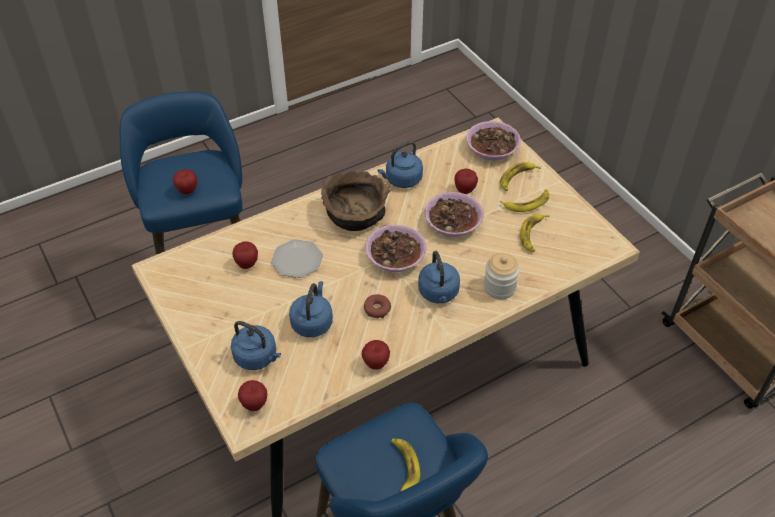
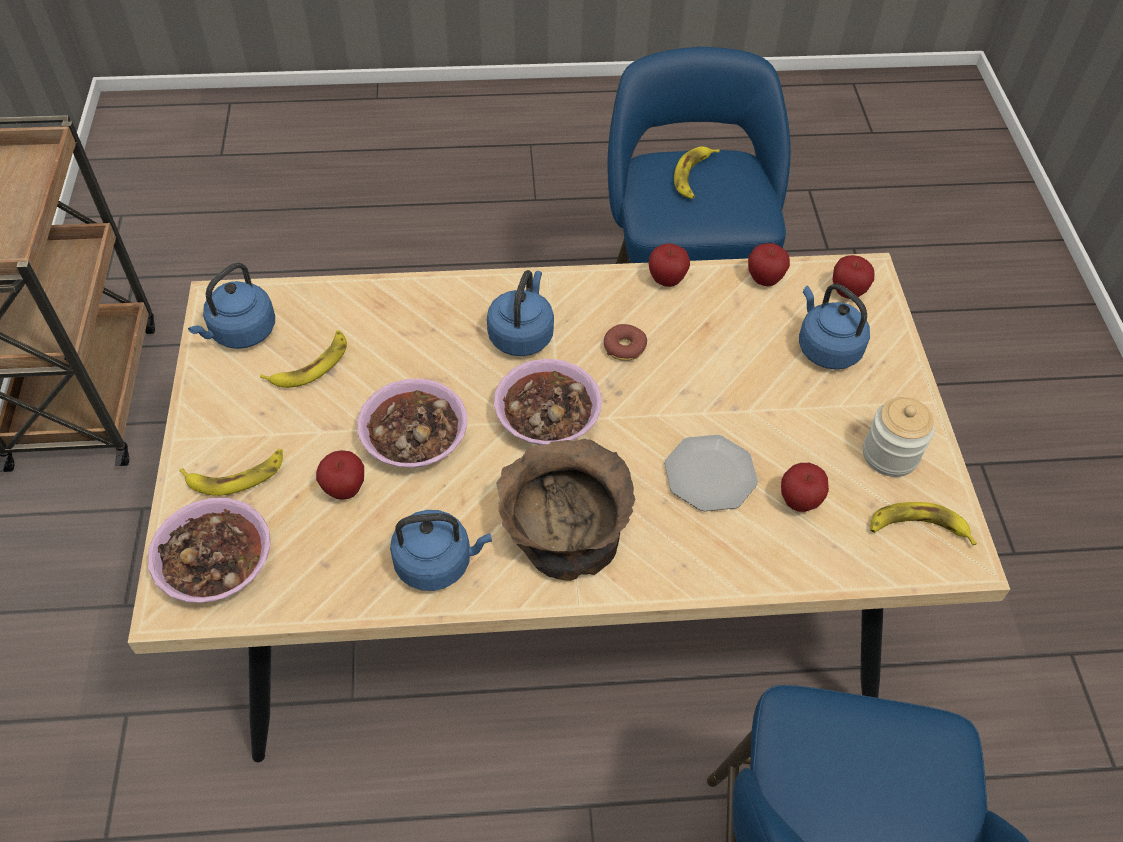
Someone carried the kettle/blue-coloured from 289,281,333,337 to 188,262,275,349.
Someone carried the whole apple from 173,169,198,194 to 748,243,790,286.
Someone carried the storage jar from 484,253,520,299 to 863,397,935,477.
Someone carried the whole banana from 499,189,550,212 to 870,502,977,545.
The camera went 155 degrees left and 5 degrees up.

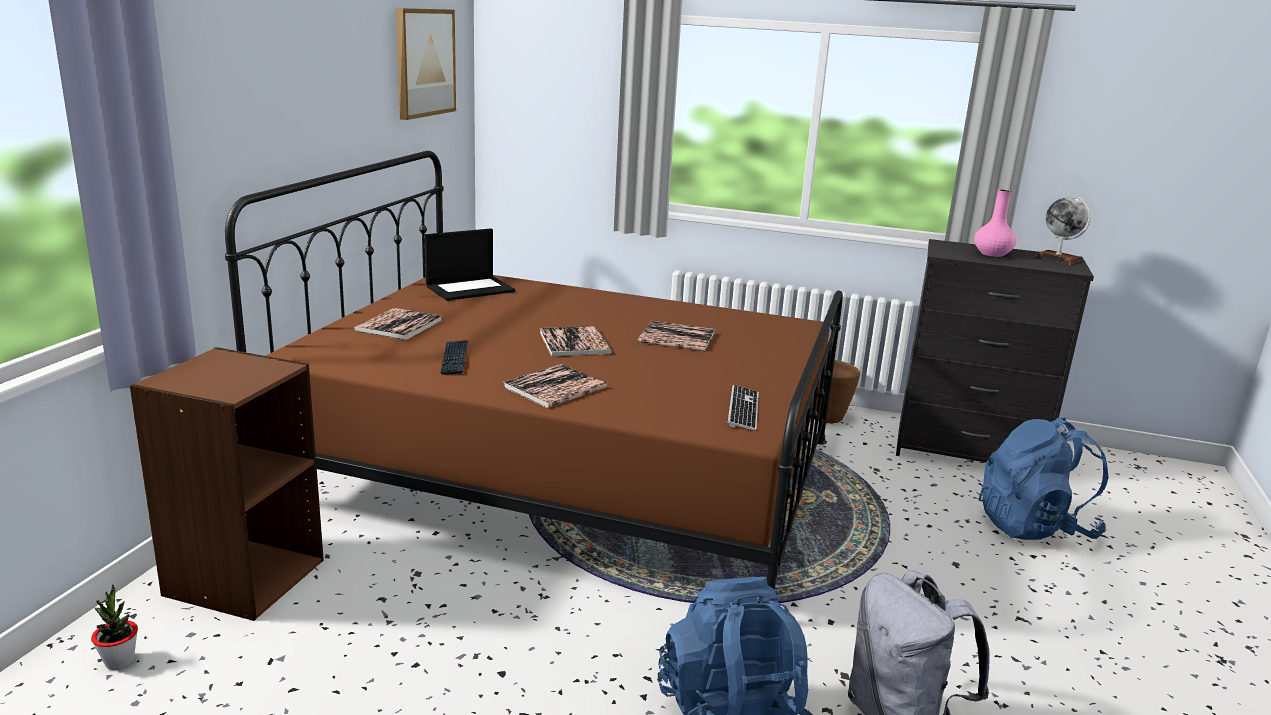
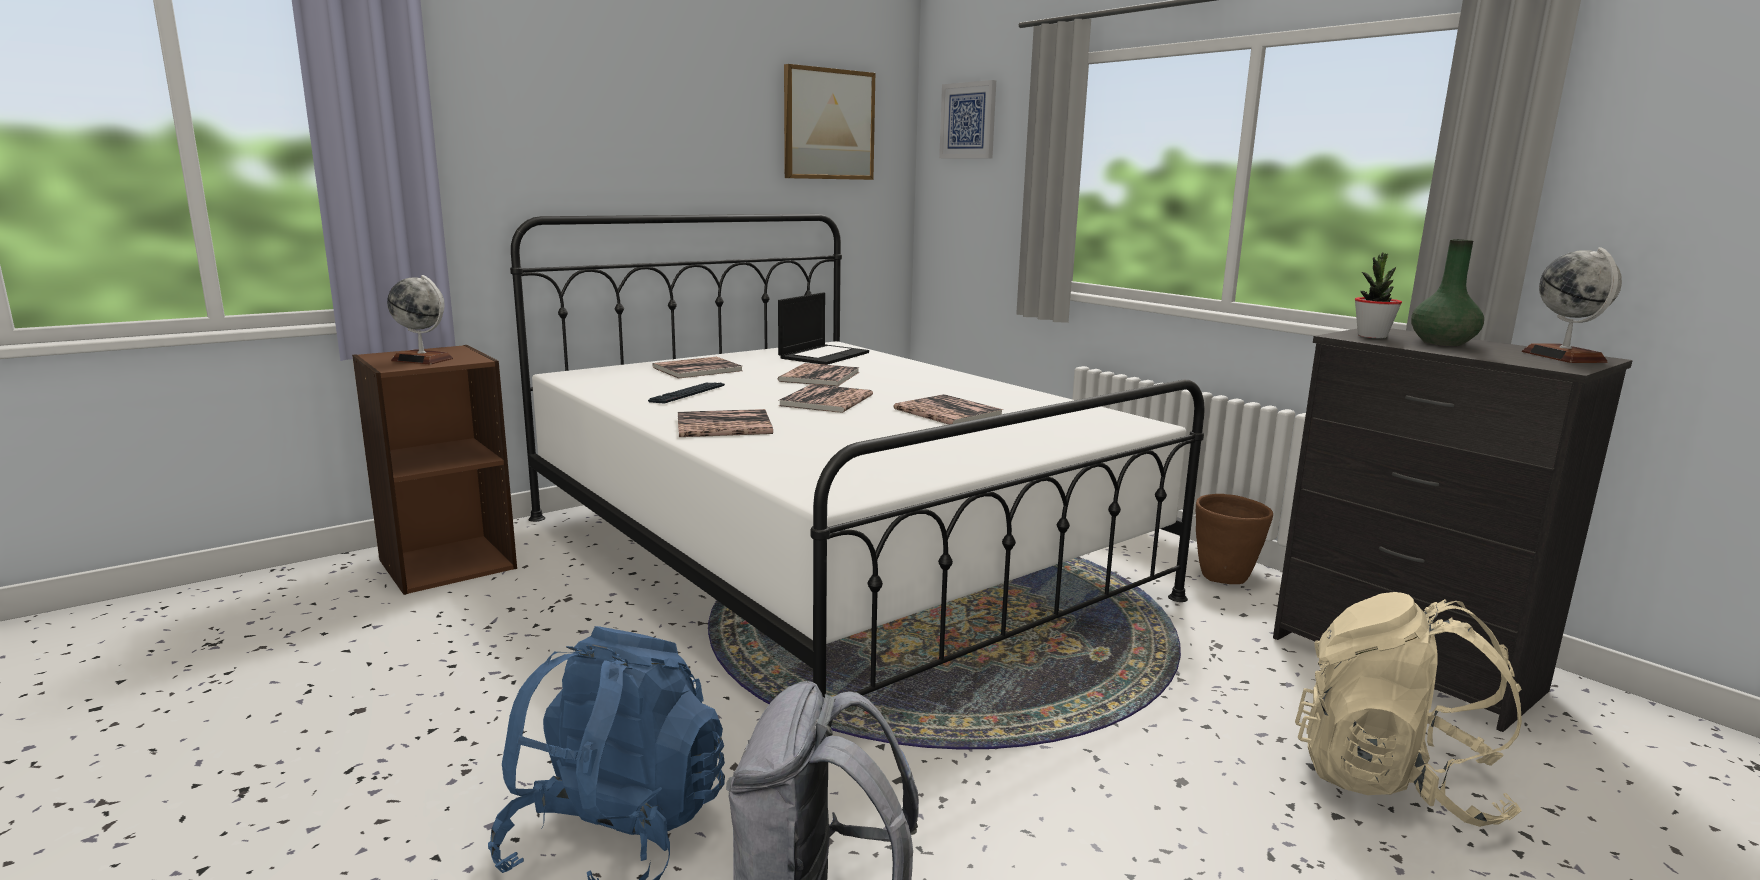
Someone put down the globe at 387,275,453,365.
Someone repainted the sleeping bed/brownish at 225,151,843,590, which became the sleeping bed/white at 510,214,1205,698.
Someone rotated the notebook computer at 425,228,515,301 by 60 degrees counterclockwise.
Someone put down the bound book at 778,363,860,386.
Someone put up the picture at 939,80,996,158.
Someone repainted the backpack/blue-coloured at 978,417,1109,540, which became the backpack/beige at 1295,592,1522,827.
Someone carried the plant in a pot from 91,584,138,670 to 1355,252,1402,338.
Someone repainted the decorative vase/pinkish at 974,189,1016,257, which became the decorative vase/green at 1411,239,1484,346.
Someone took away the computer keyboard at 728,385,759,431.
The camera went 35 degrees right and 5 degrees down.

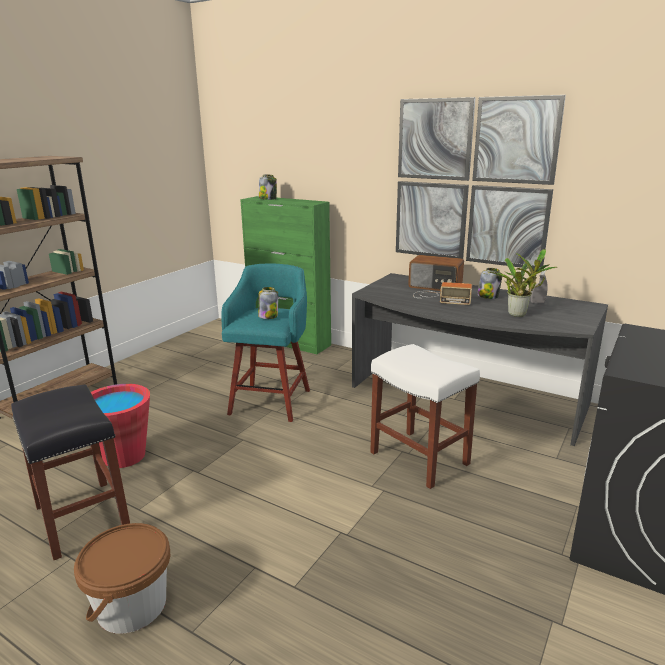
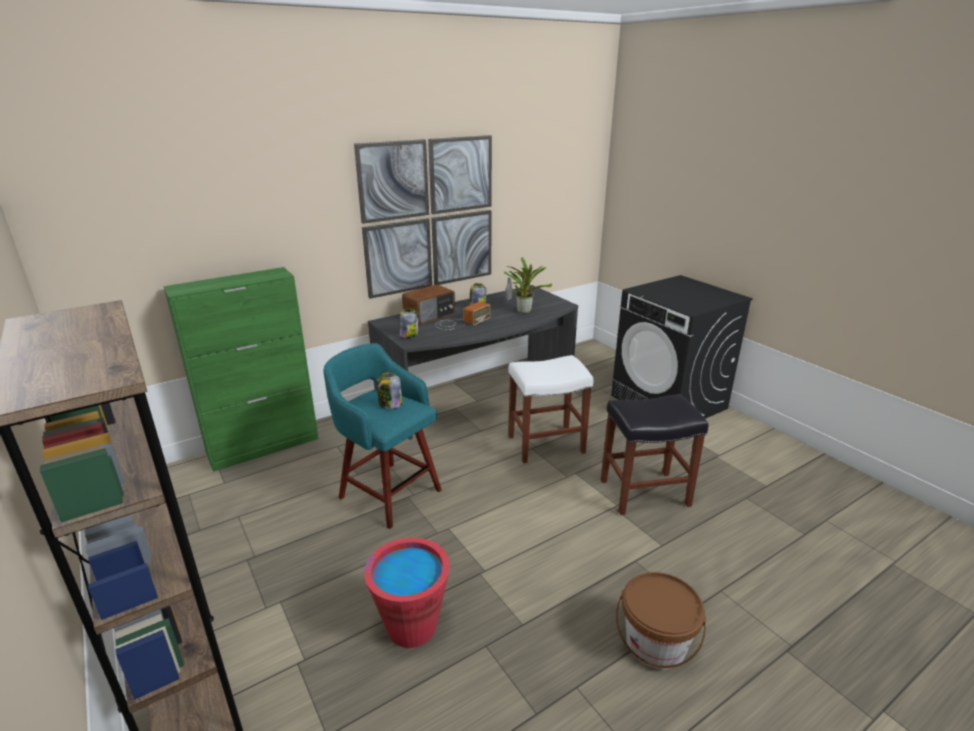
Someone carried the storage jar from 259,174,277,200 to 399,308,418,338.
Someone carried the stool seat/blackish from 11,384,130,560 to 601,394,708,515.
The camera went 65 degrees left and 5 degrees up.

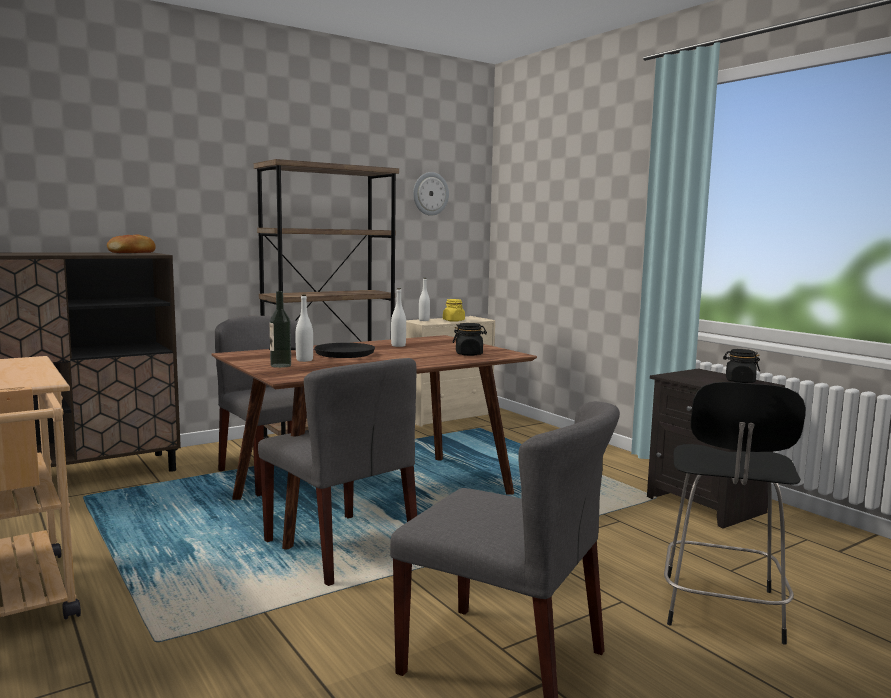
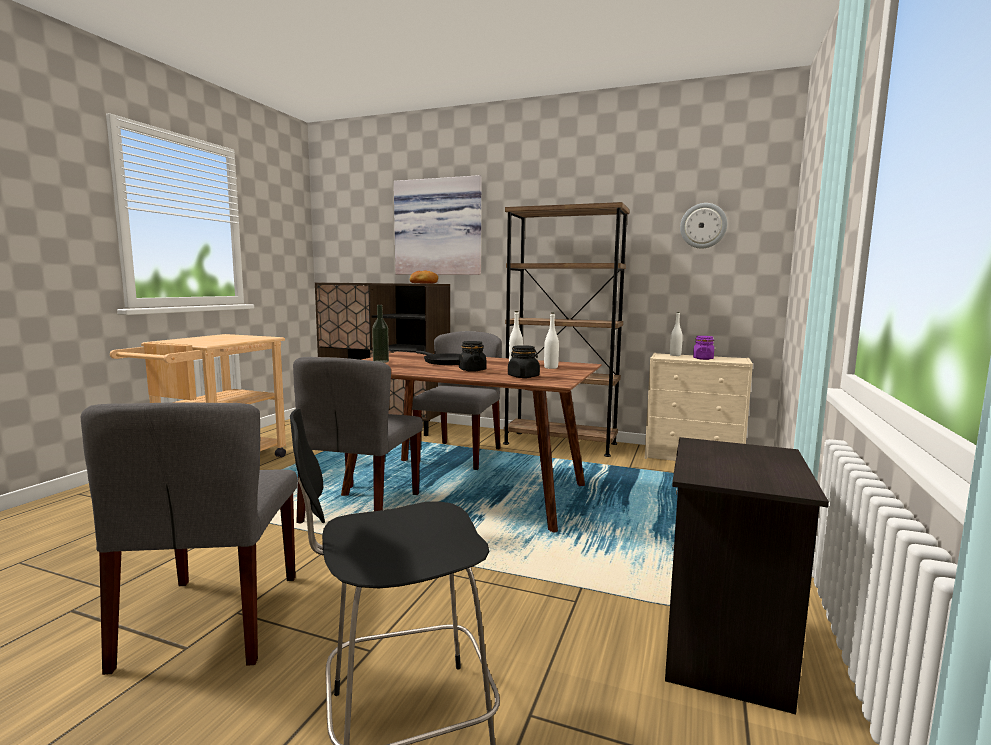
Someone put up the picture at 394,175,481,275.
Someone carried the storage jar/blackish from 723,349,760,383 to 459,341,486,372.
Someone carried the drink bottle/white from 295,295,313,362 to 544,313,559,369.
Someone repainted the storage jar/yellow-coloured at 443,299,465,322, which became the storage jar/purple-coloured at 693,336,714,360.
The camera went 55 degrees right and 0 degrees up.

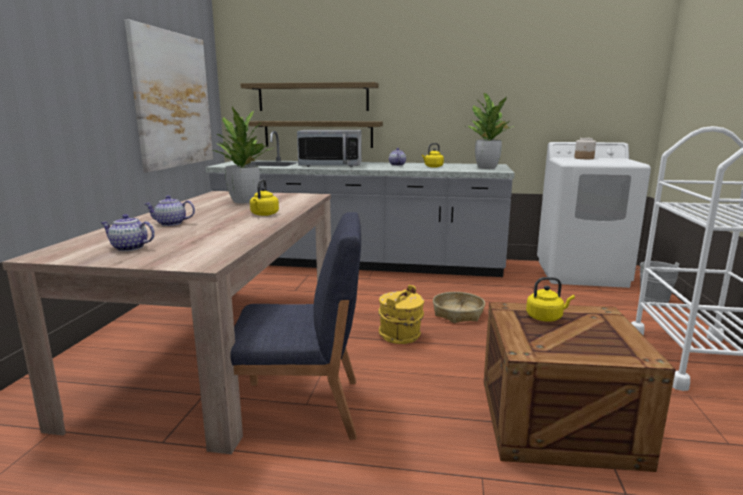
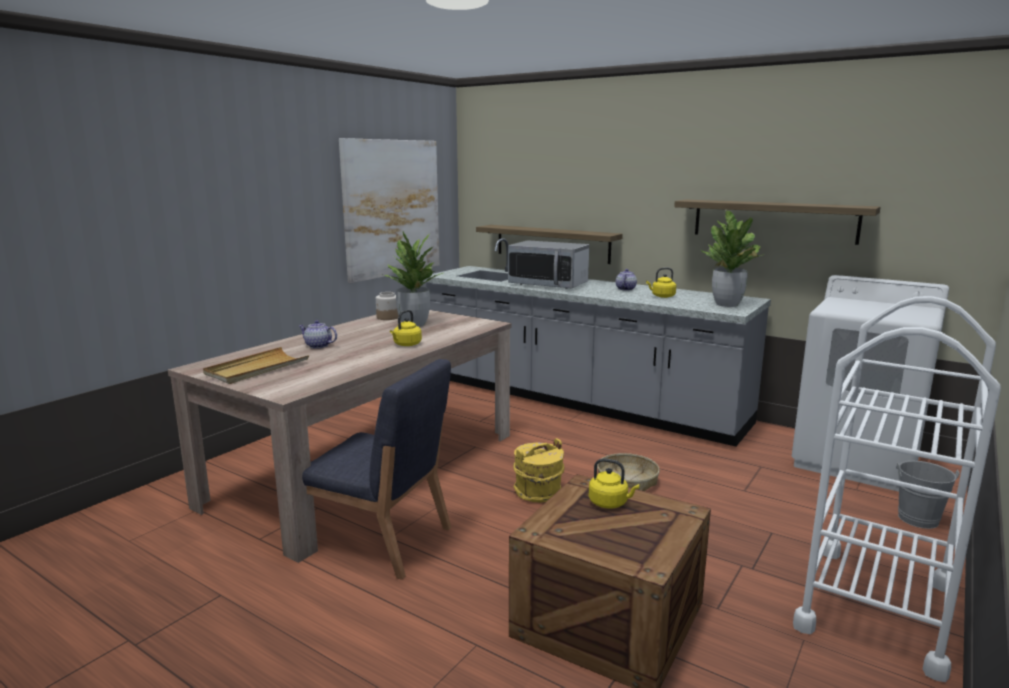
Someone swapped the tea pot at 100,214,155,251 for the carrying tray/beige at 203,347,309,384.
Someone carried the storage jar from 574,138,596,159 to 376,292,399,320.
Someone carried the wall shelf from 240,82,379,111 to 674,200,880,245.
The camera went 25 degrees right and 0 degrees up.

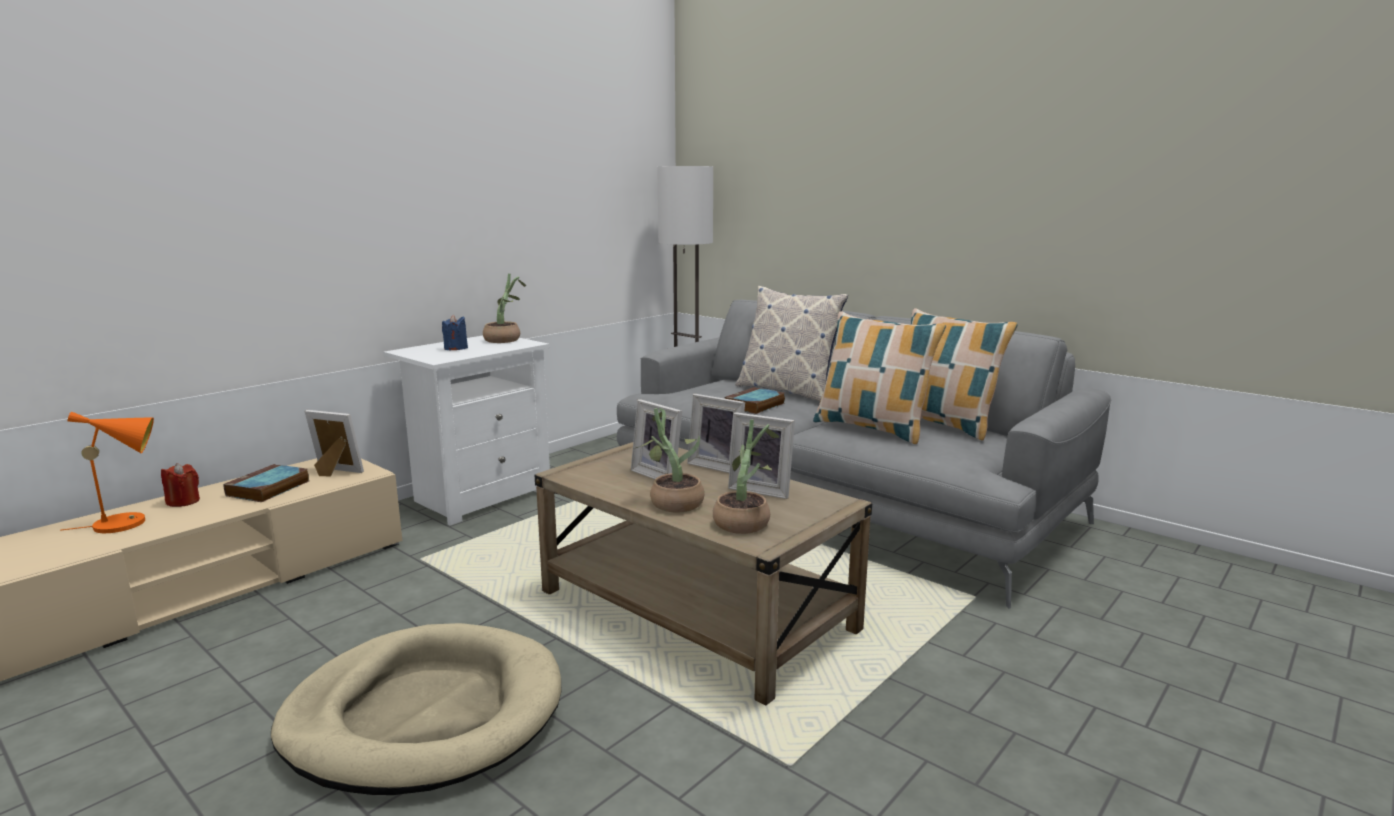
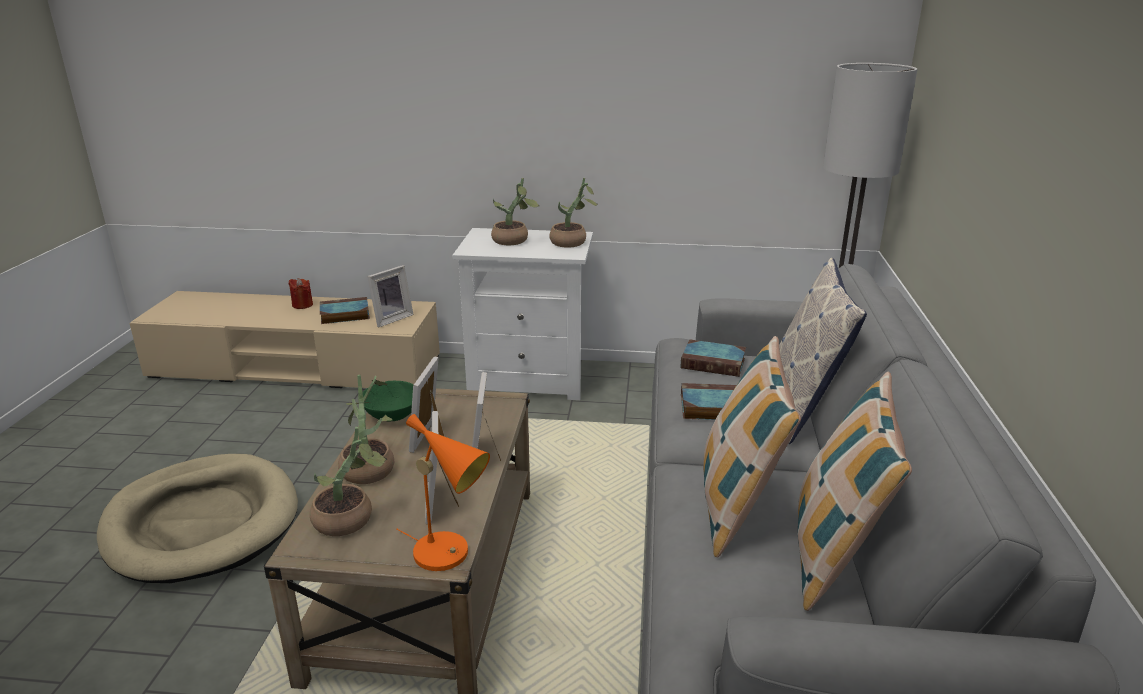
Someone put down the bowl/green at 363,381,414,421.
Someone rotated the picture frame at 305,410,364,477 by 60 degrees clockwise.
Someone carried the tabletop lamp/orange from 60,411,154,533 to 396,414,490,571.
Someone swapped the wax candle/blue-coloured at 442,315,468,351 for the plant in a pot at 491,178,539,245.
Someone put down the bound book at 680,340,746,377.
The camera went 55 degrees right and 10 degrees up.

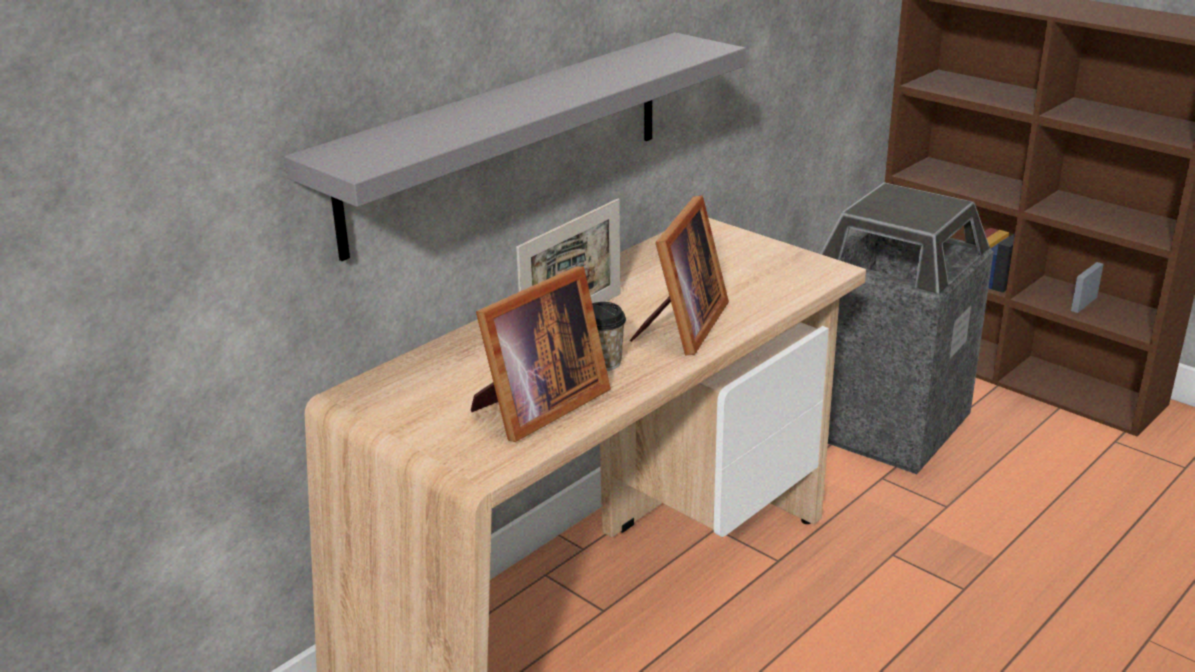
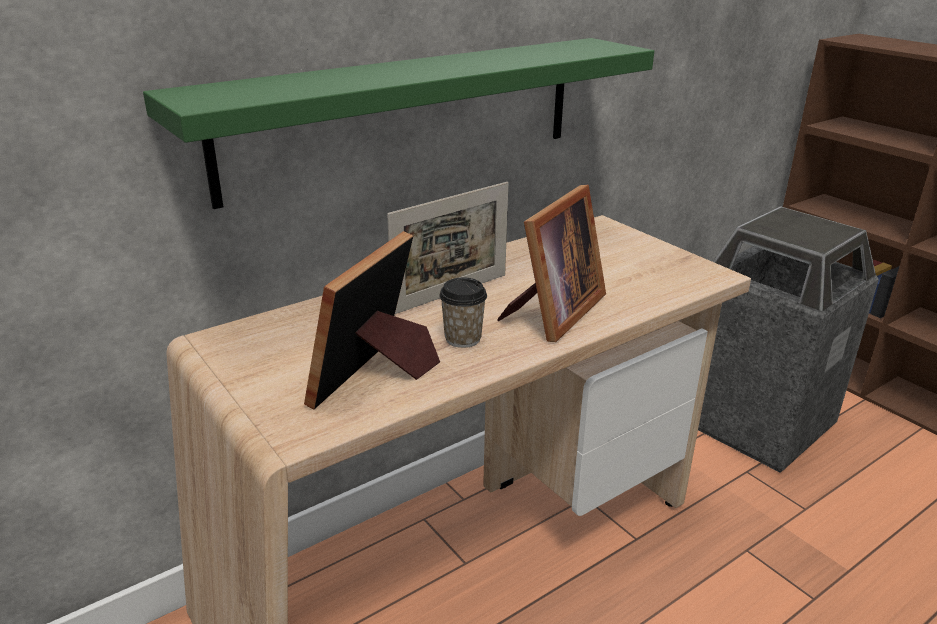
Someone repainted the wall shelf/gray at 284,32,746,261, which became the wall shelf/green at 143,38,654,209.
Someone rotated the picture frame at 470,266,611,442 by 150 degrees clockwise.
The camera went 10 degrees right and 0 degrees up.

